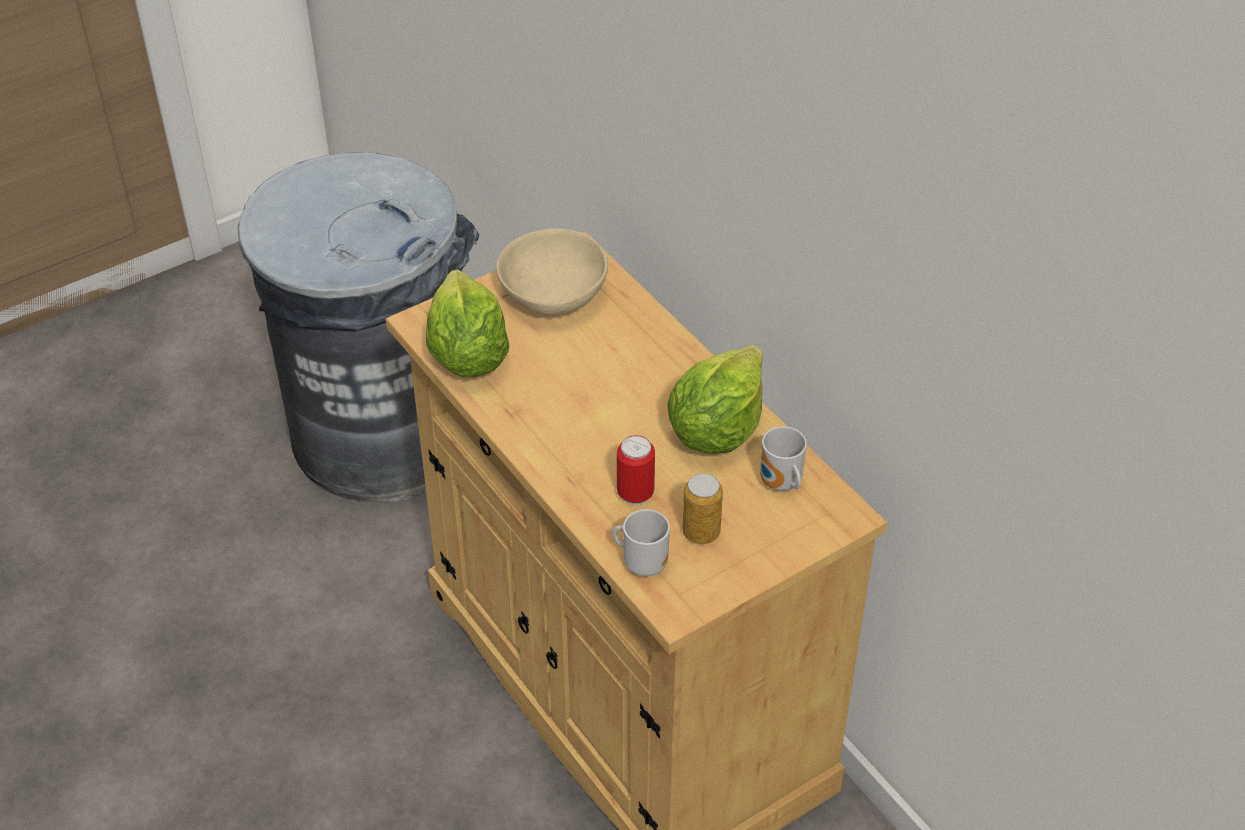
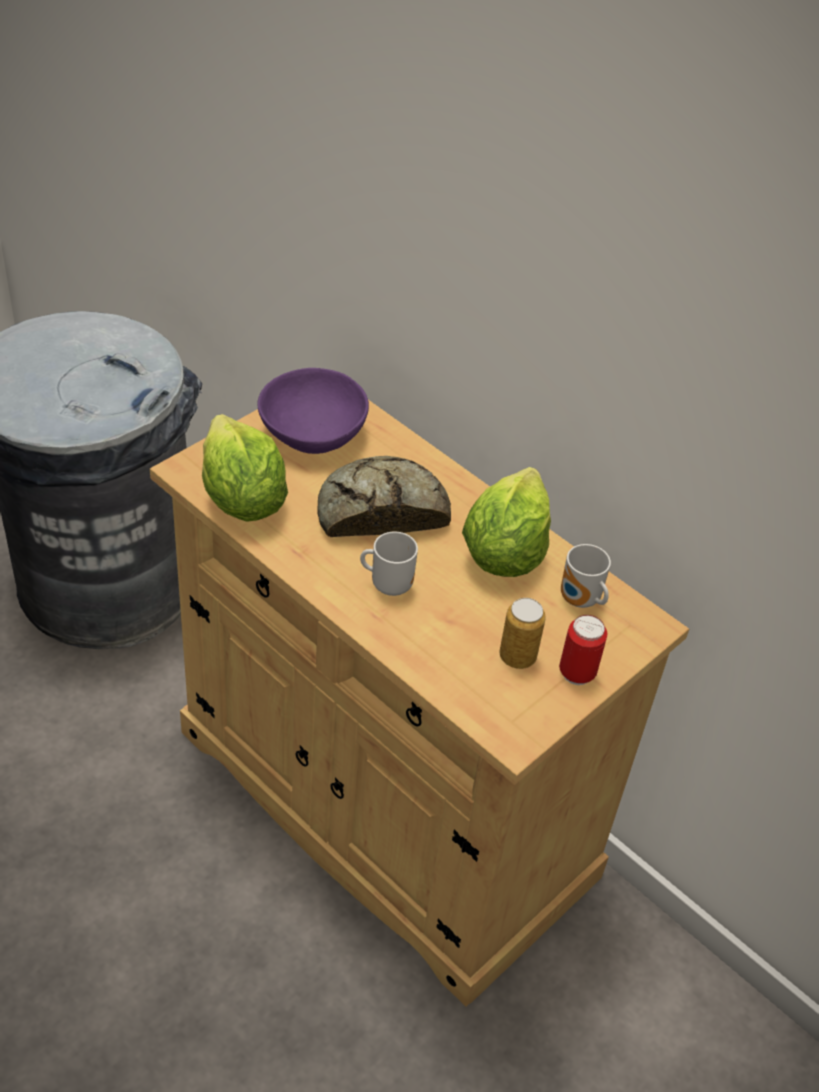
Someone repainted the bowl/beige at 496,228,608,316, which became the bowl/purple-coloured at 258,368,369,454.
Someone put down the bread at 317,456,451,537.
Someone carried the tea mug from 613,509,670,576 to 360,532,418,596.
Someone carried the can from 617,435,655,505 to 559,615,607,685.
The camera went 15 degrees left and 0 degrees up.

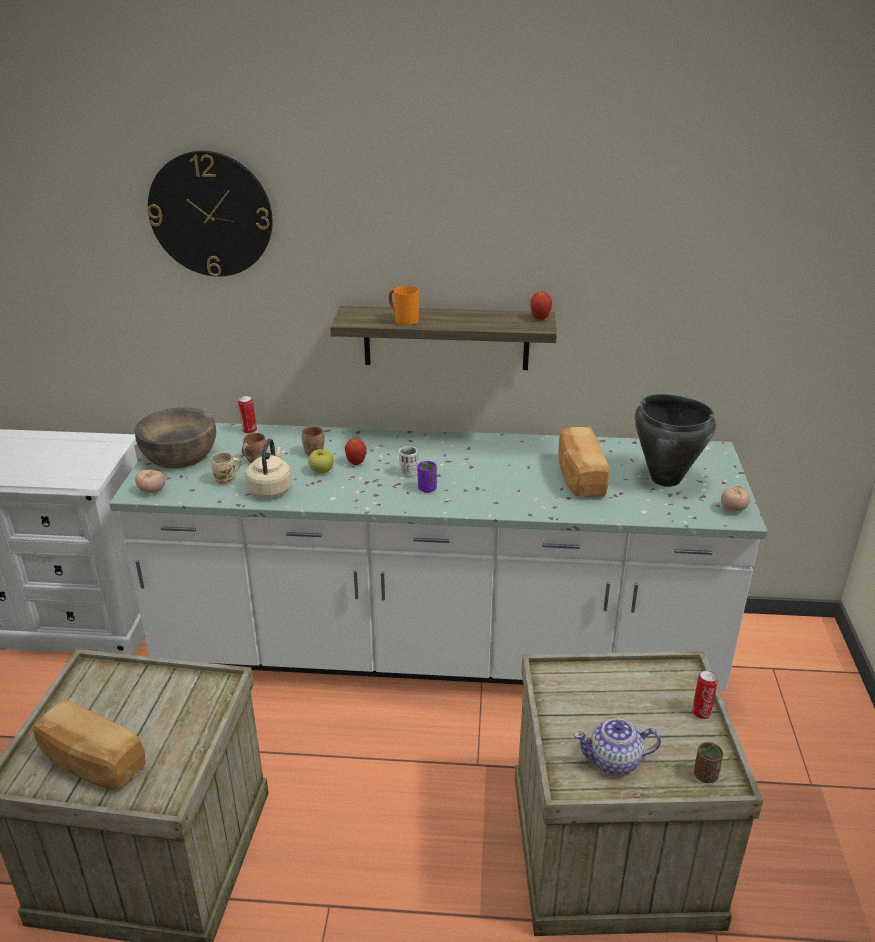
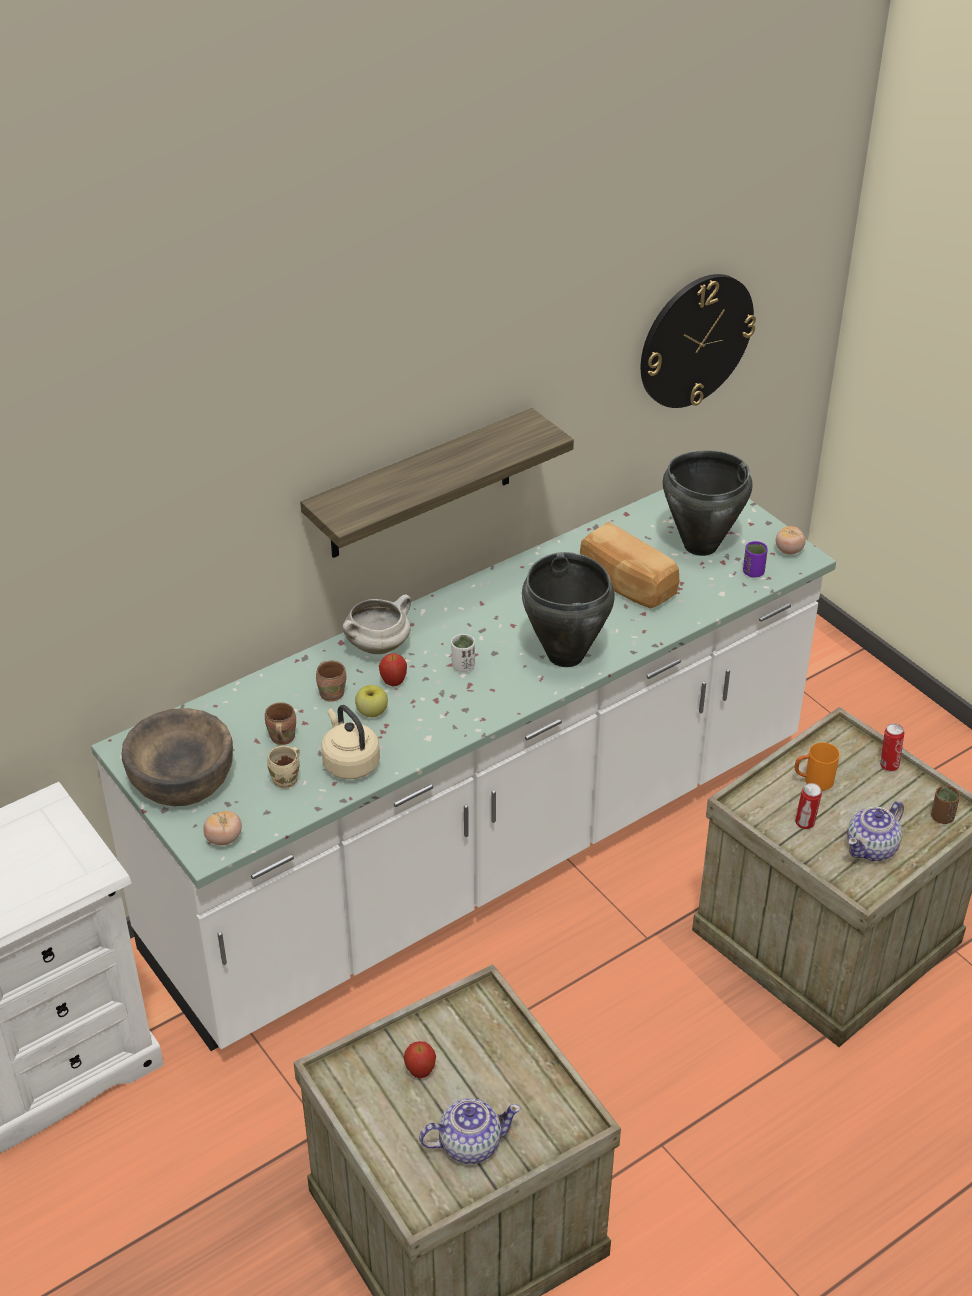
Someone put down the saucepot/white at 342,595,411,654.
Someone carried the whole apple from 530,291,552,320 to 404,1041,436,1078.
Someone swapped the bread at 33,699,146,790 for the tea pot at 419,1098,521,1164.
Someone put down the saucepot/blackish at 522,552,615,667.
Someone carried the hanging clock from 147,151,273,277 to 641,274,756,408.
Someone carried the small cup/purple-coloured from 417,461,437,493 to 743,541,768,578.
Someone carried the tea mug/orange from 389,286,419,325 to 795,742,840,791.
Someone carried the can from 238,395,257,434 to 795,783,822,829.
The camera went 40 degrees left and 10 degrees up.

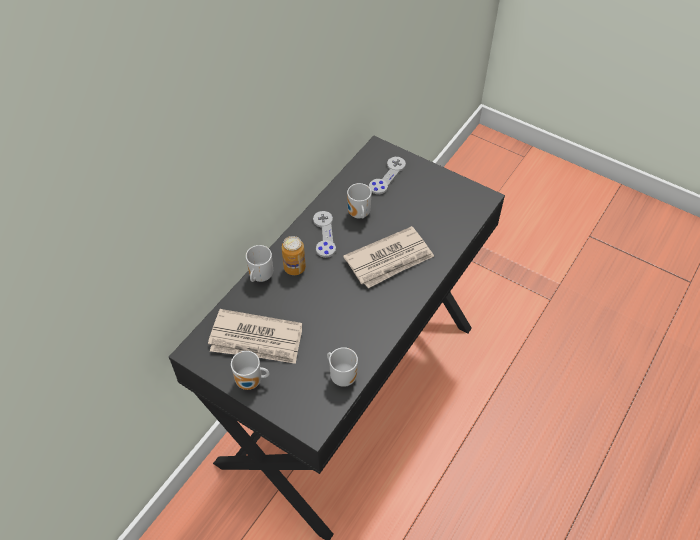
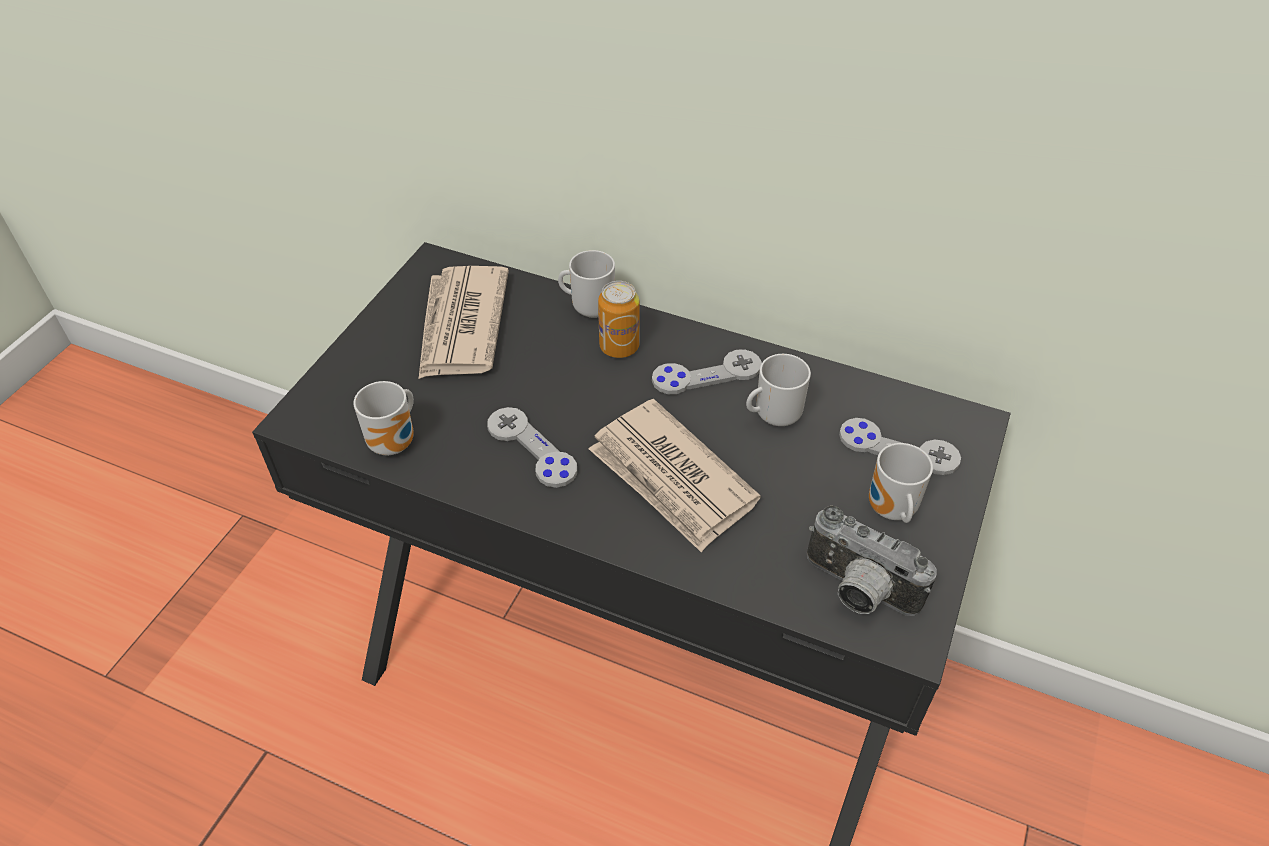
Someone put down the joypad/gray at 487,407,577,488.
Someone put down the still camera at 807,505,937,616.
Someone carried the tea mug from 231,351,270,390 to 869,443,933,523.
The camera went 80 degrees right and 5 degrees down.

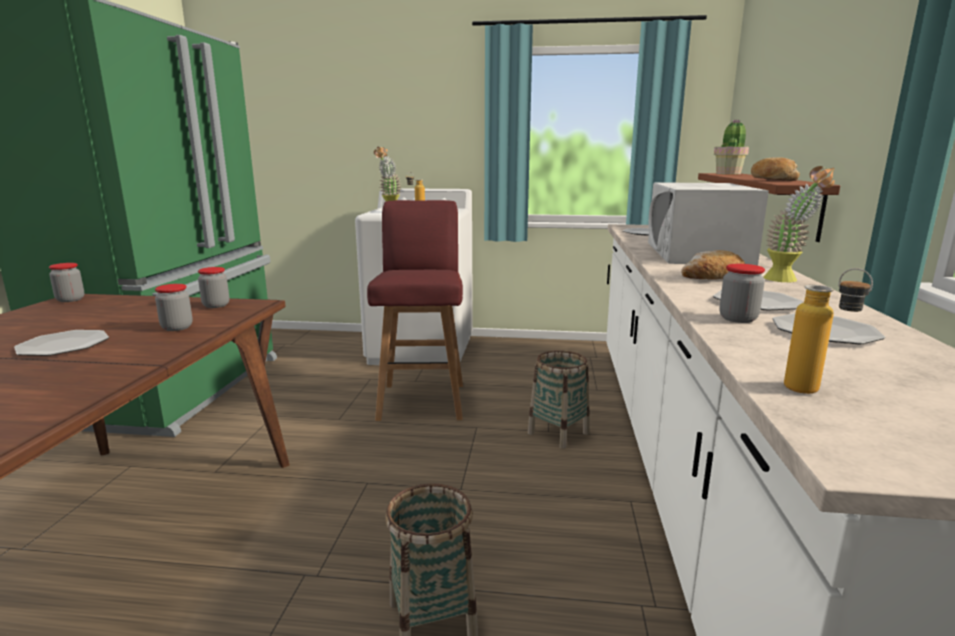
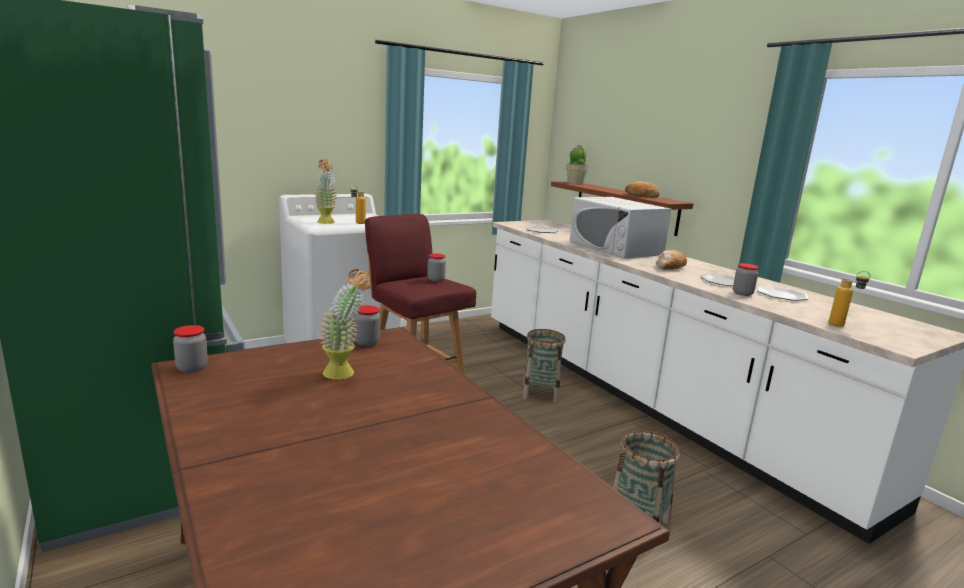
Someone carried the plant in a pot from 763,166,835,282 to 319,269,371,379.
Someone carried the storage jar from 155,284,193,331 to 427,253,446,282.
Someone took away the plate at 14,330,109,356.
The camera went 40 degrees left and 0 degrees up.

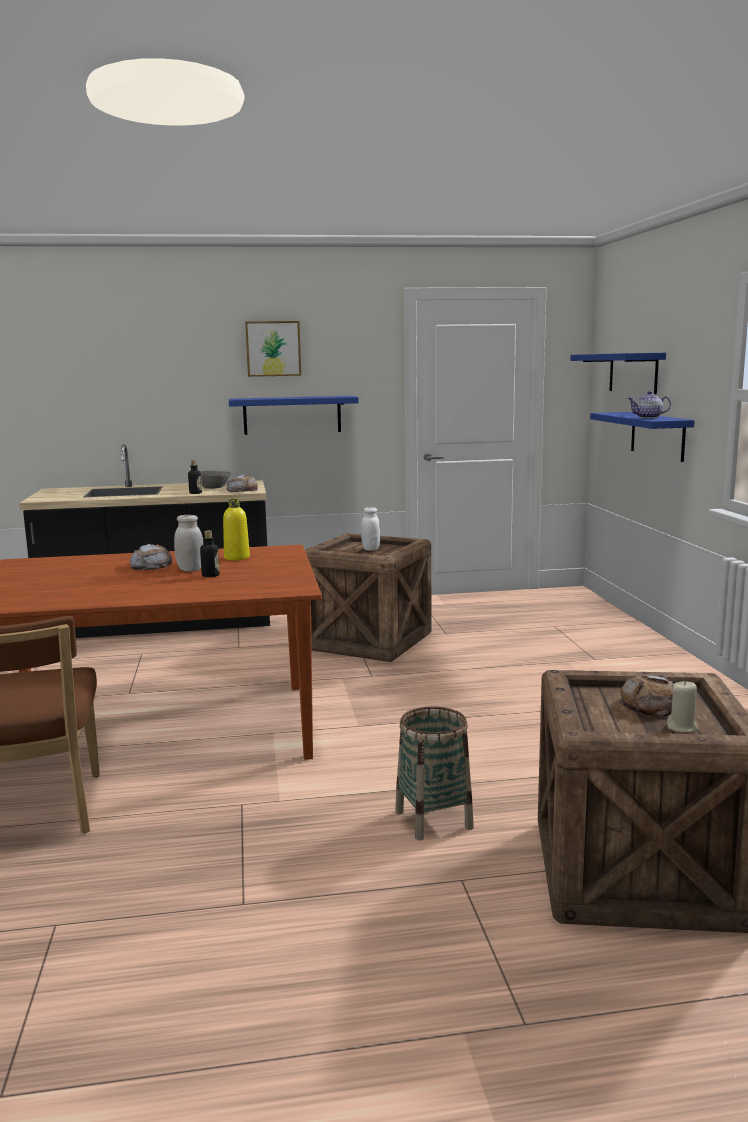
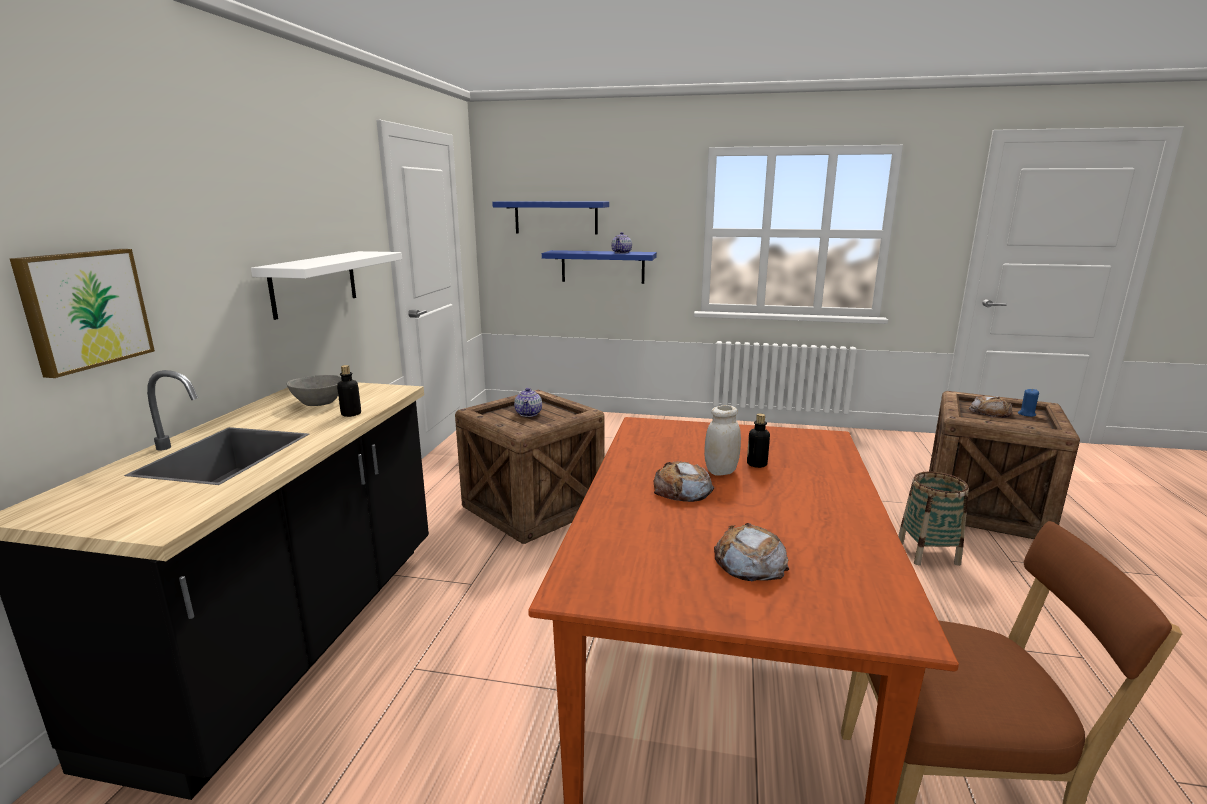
Someone carried the picture from 245,321,301,377 to 10,249,155,378.
Someone repainted the wall shelf/blue-coloured at 229,396,359,435, which became the wall shelf/white at 251,251,402,320.
Someone swapped the storage jar/white at 361,507,380,551 for the tea pot at 514,388,542,417.
Someone carried the bread from 227,474,258,492 to 714,523,789,581.
Someone repainted the wax candle/beige at 667,681,699,733, which became the wax candle/blue-coloured at 1018,389,1039,417.
Someone took away the drink bottle/yellow-coloured at 223,499,250,560.
The camera went 70 degrees left and 5 degrees up.

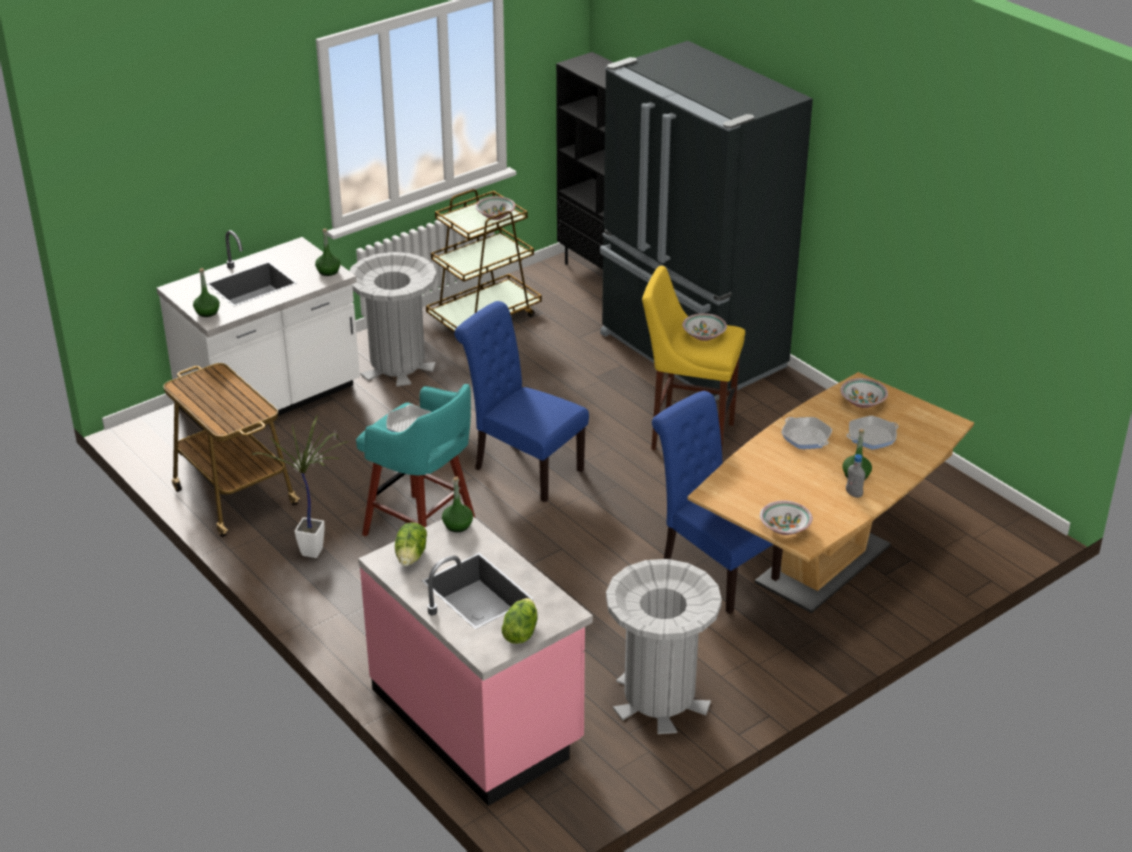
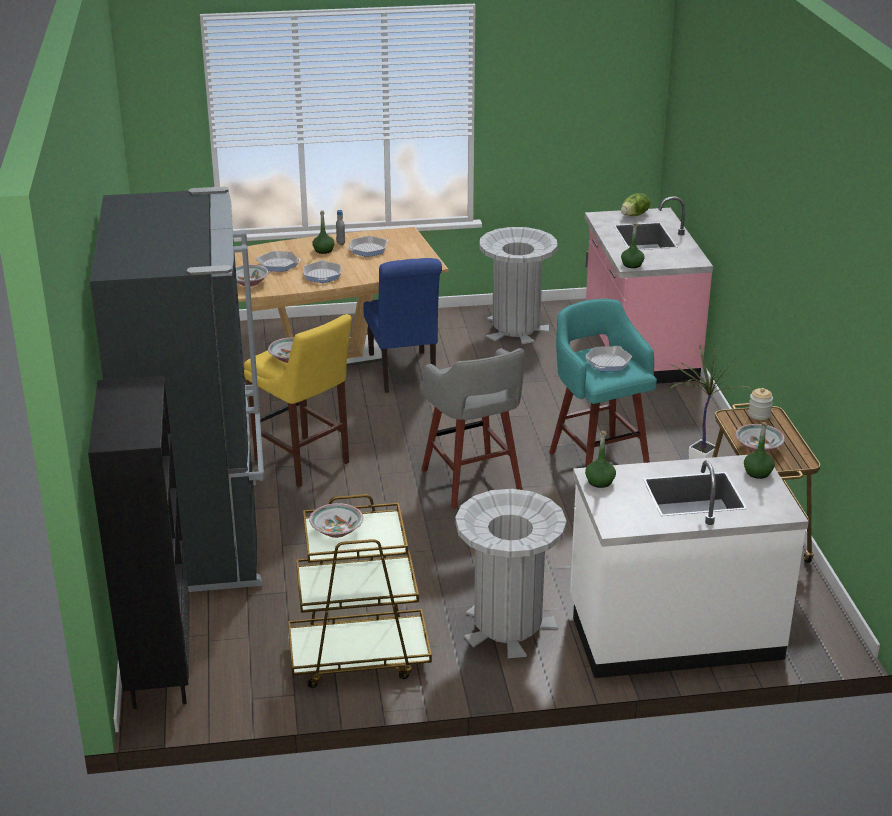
Someone put down the pan at 348,236,389,257.
Someone swapped the chair/blue-coloured at 454,301,589,502 for the stool seat/gray at 422,348,524,509.
Someone carried the bowl from 760,500,813,535 to 736,424,785,452.
Someone put down the storage jar at 748,388,773,420.
Someone took away the lettuce at 395,523,427,566.
The camera went 150 degrees left and 5 degrees down.

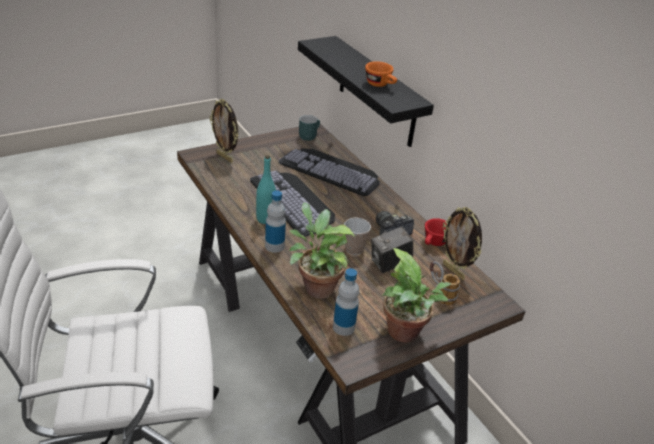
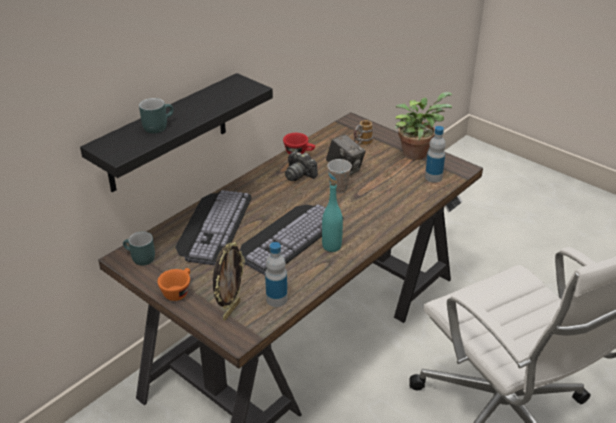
Someone put down the tea mug/turquoise at 139,98,174,133.
Someone carried the small cup/orange from 365,61,397,87 to 158,268,190,301.
Someone carried the drink bottle from 265,190,286,253 to 265,242,288,307.
Someone took away the plant in a pot at 289,203,355,299.
Someone took away the picture frame at 443,207,482,280.
The camera went 105 degrees left and 0 degrees up.

